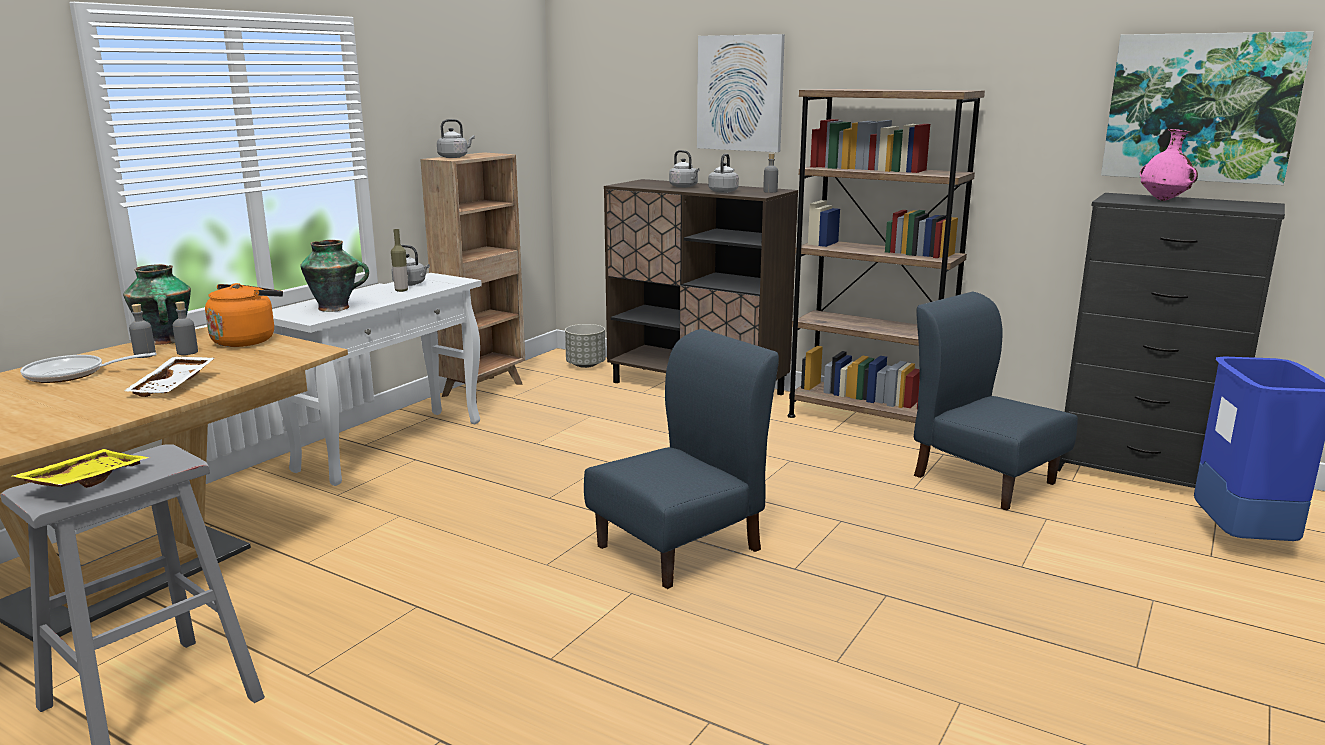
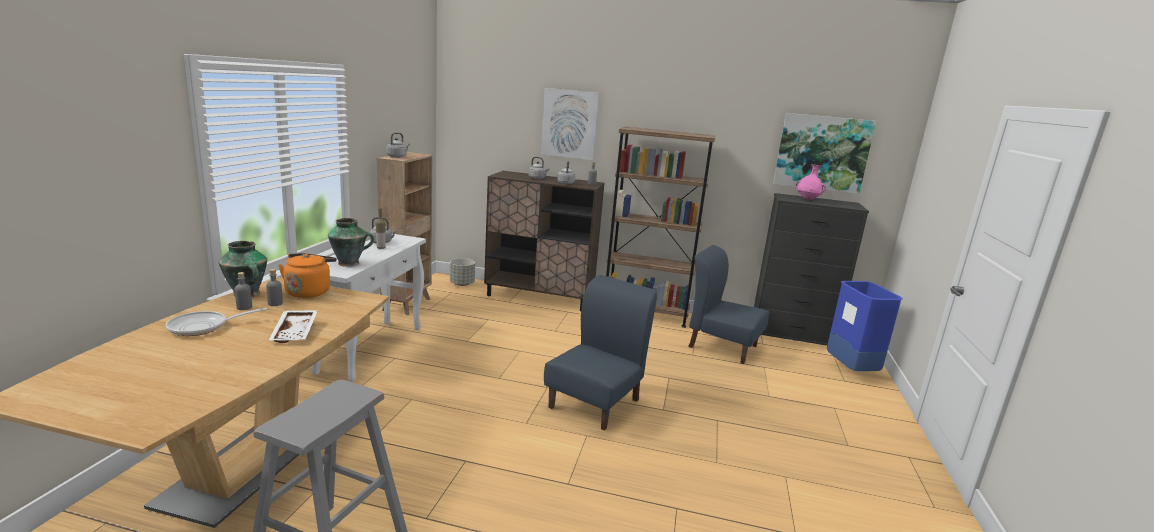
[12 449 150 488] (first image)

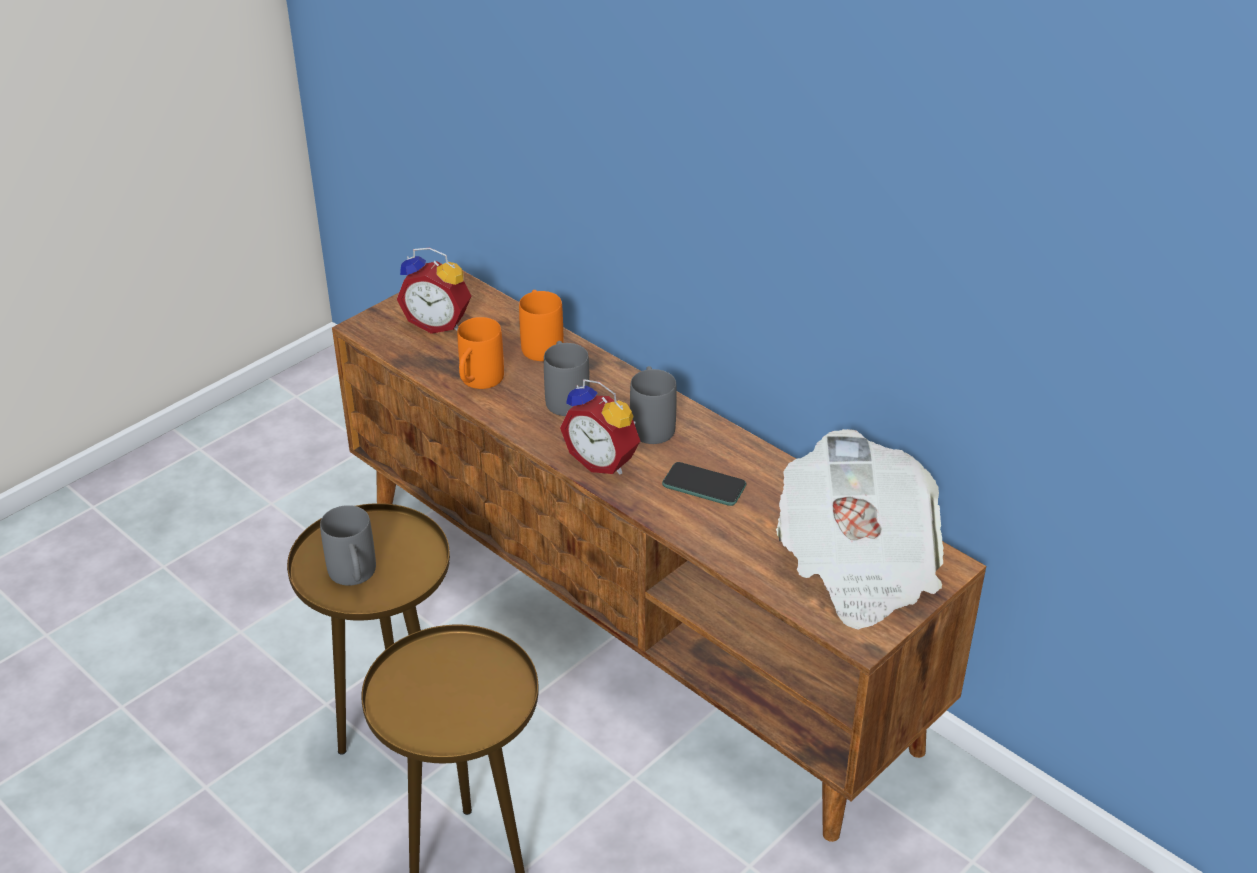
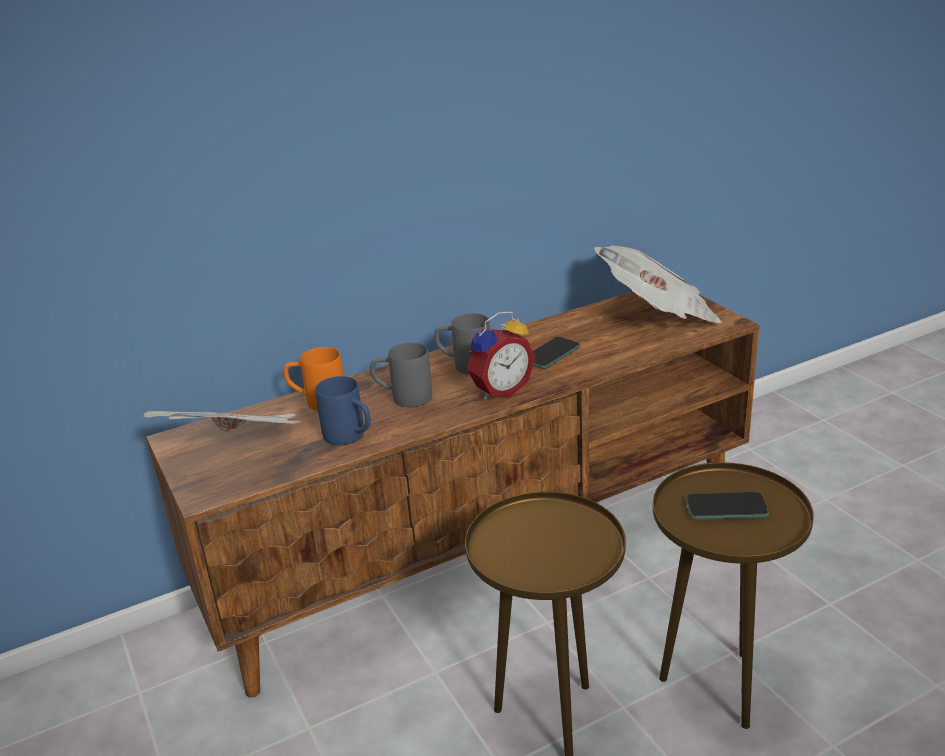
[143 411 300 432]
[315 376 371 445]
[320 505 376 586] (first image)
[685 492 769 520]

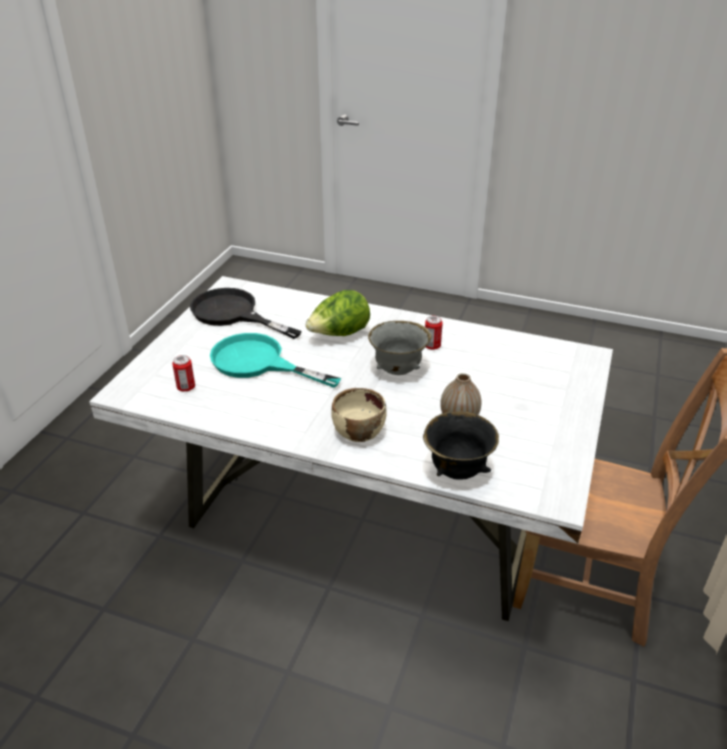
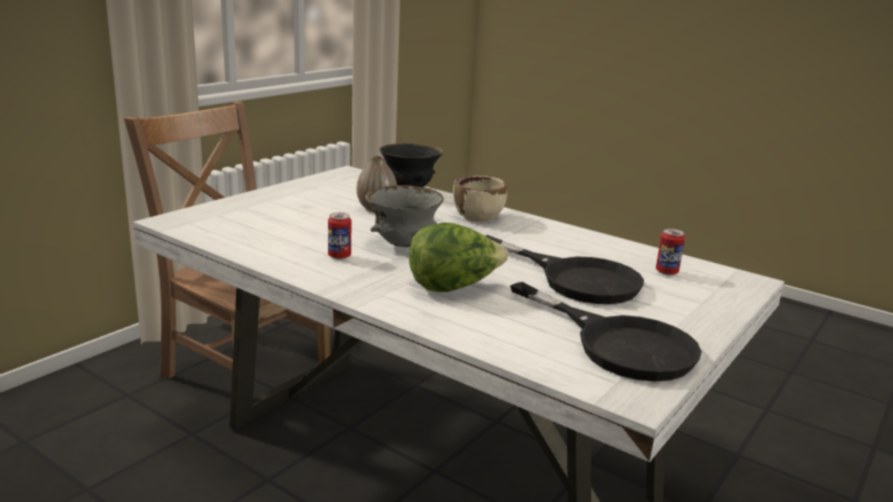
[486 235 644 304]

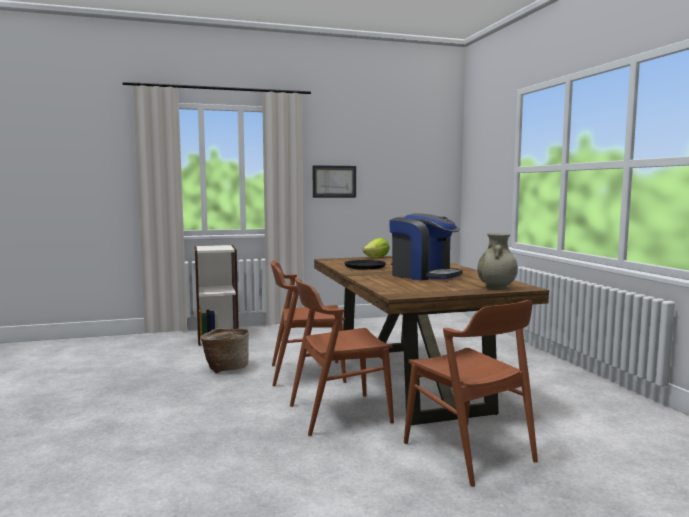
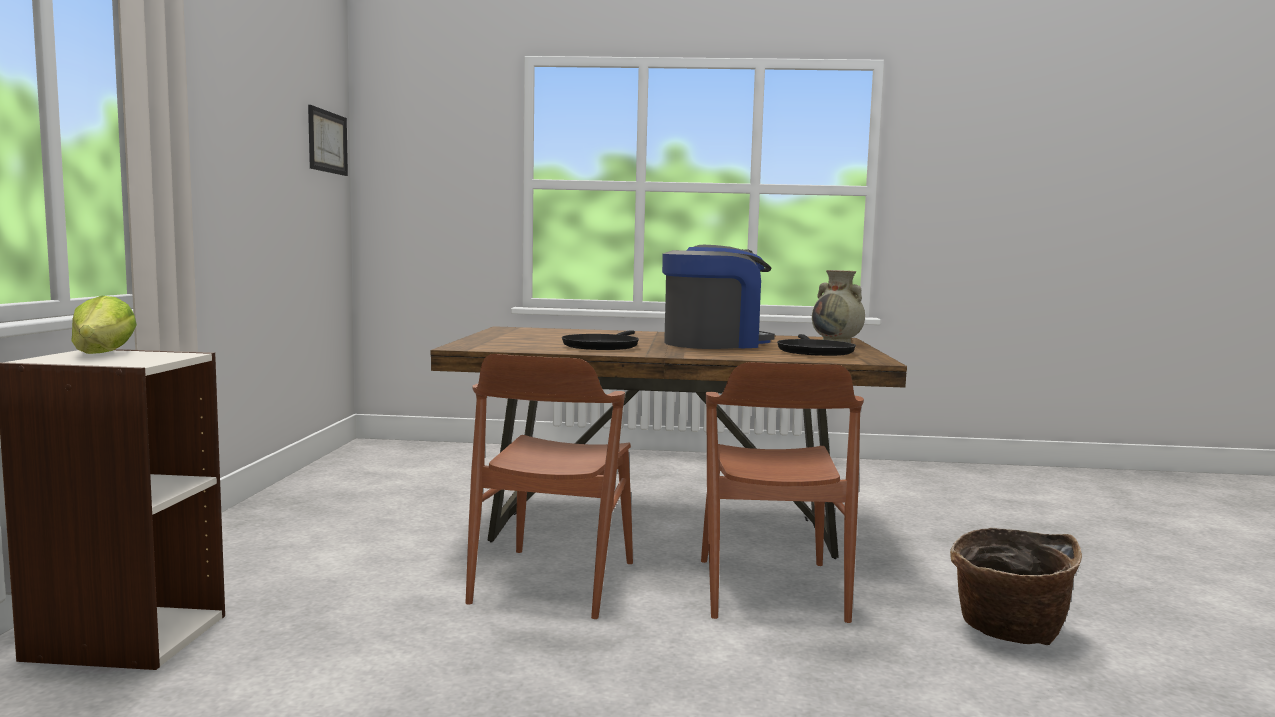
[308 105 348 176]
[71 296 137 354]
[404 300 538 487] (first image)
[950 528 1082 645]
[777 334 856 356]

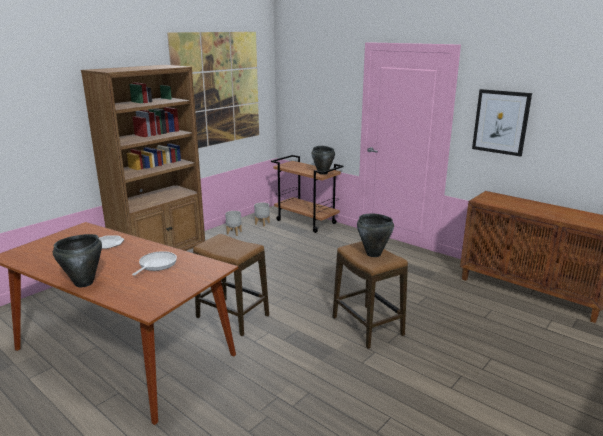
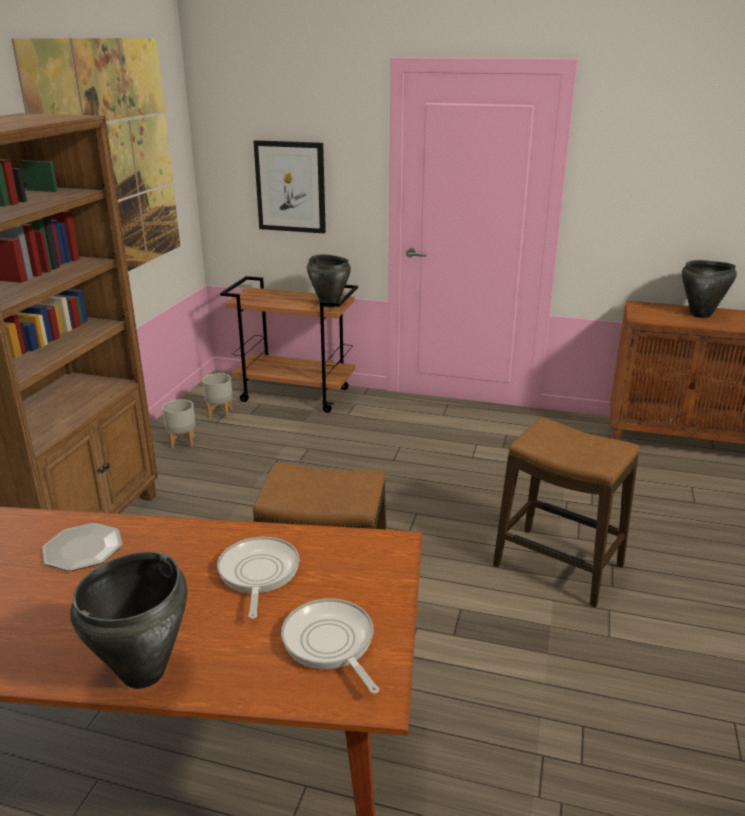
[254 140 326 233]
[682 260 737 318]
[281 598 379 694]

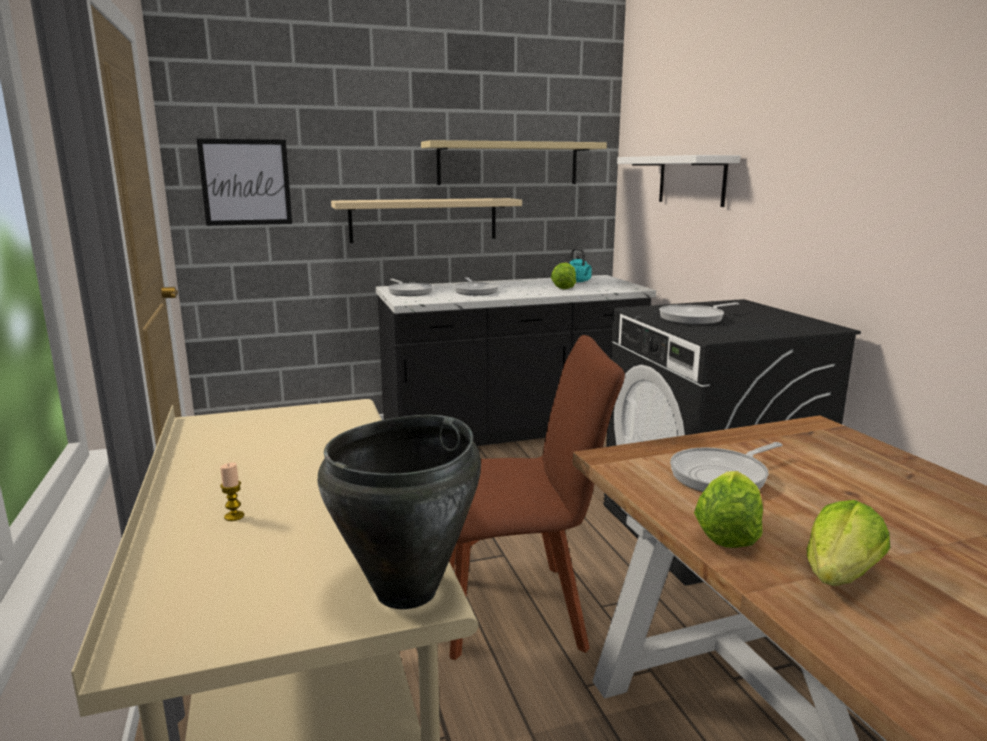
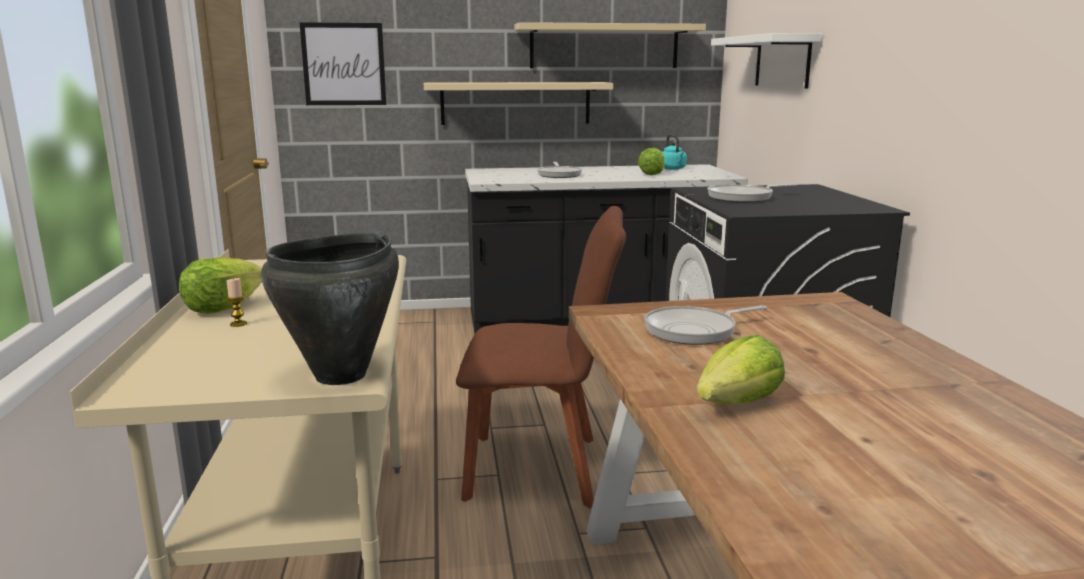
[388 279 433 296] (first image)
[179 257 262 314]

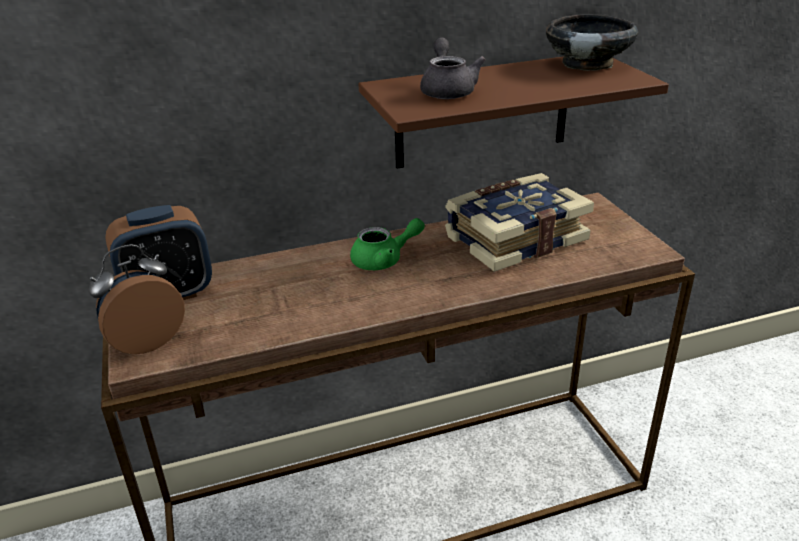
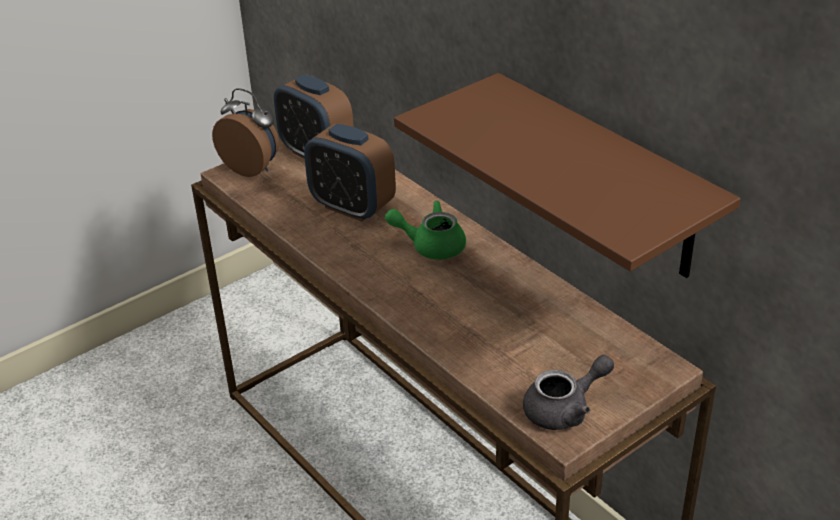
[546 14 638 71] (first image)
[523 355 614 430]
[445 173 594 272] (first image)
[385 201 466 259]
[304 123 396 222]

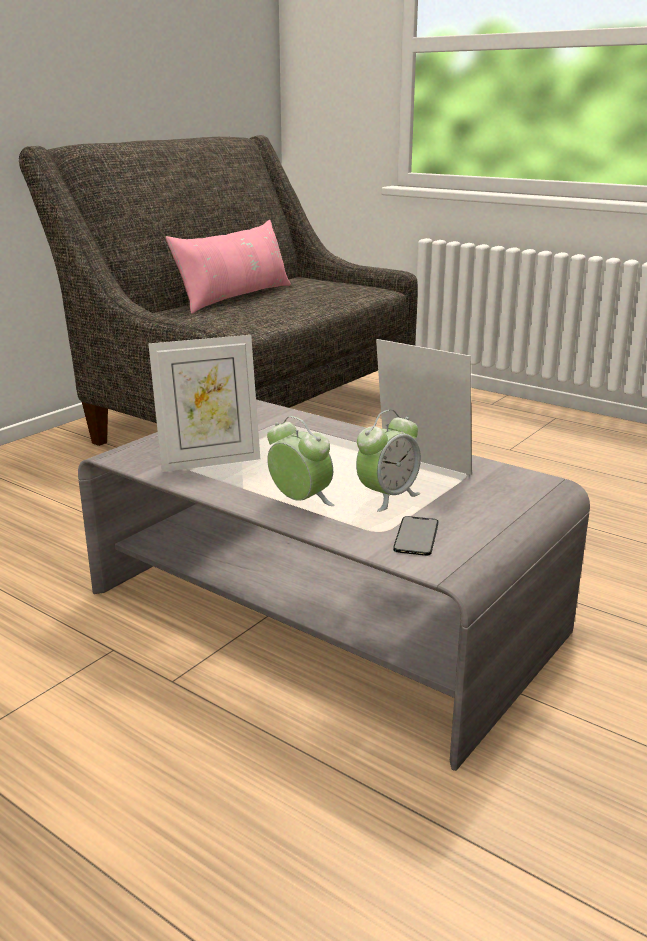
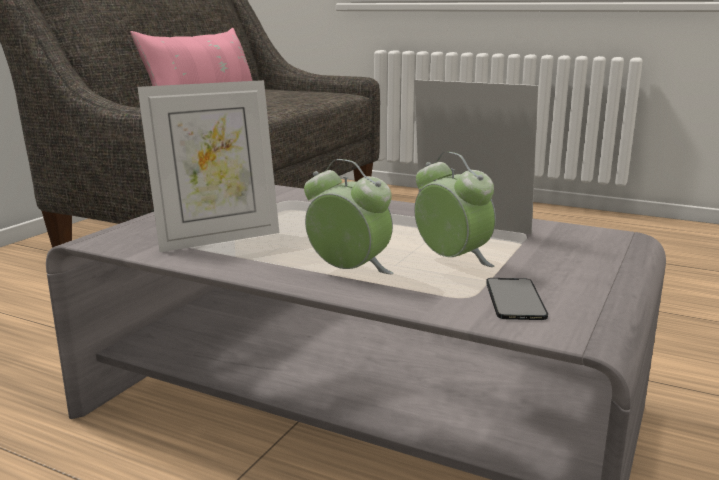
[414 152 496 267]

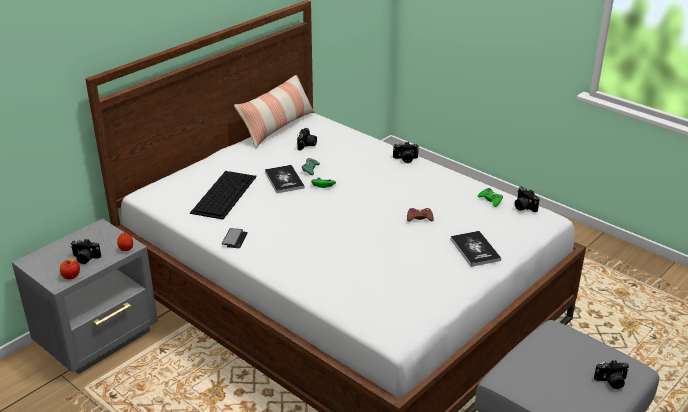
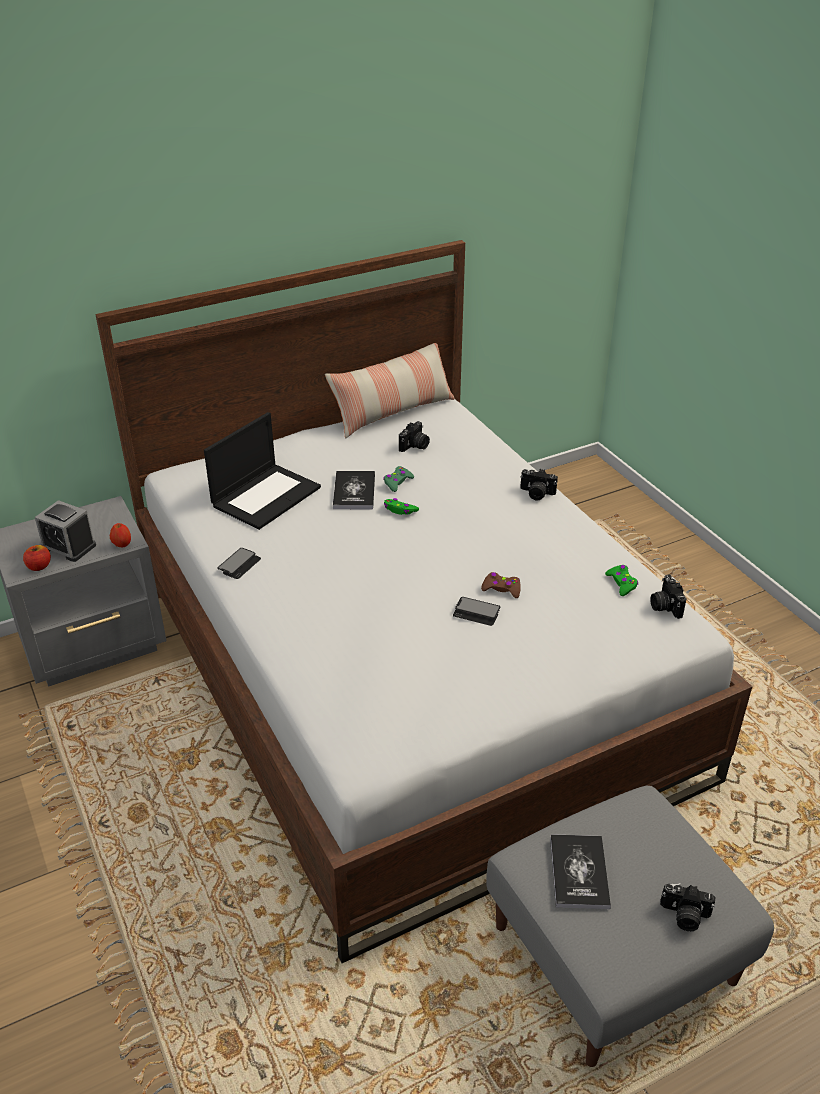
[204 412 321 530]
[550 834 611 909]
[35 500 96 562]
[453 597 500 626]

